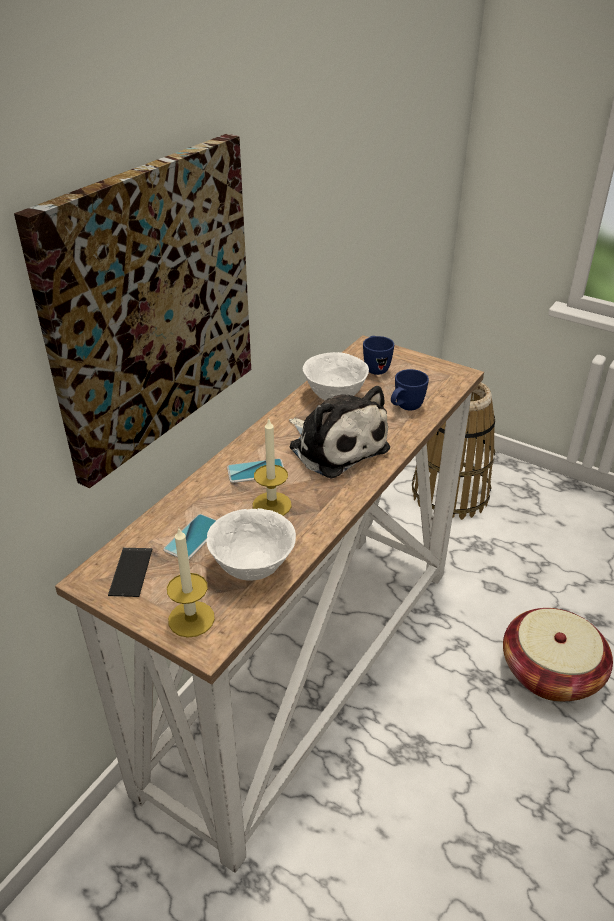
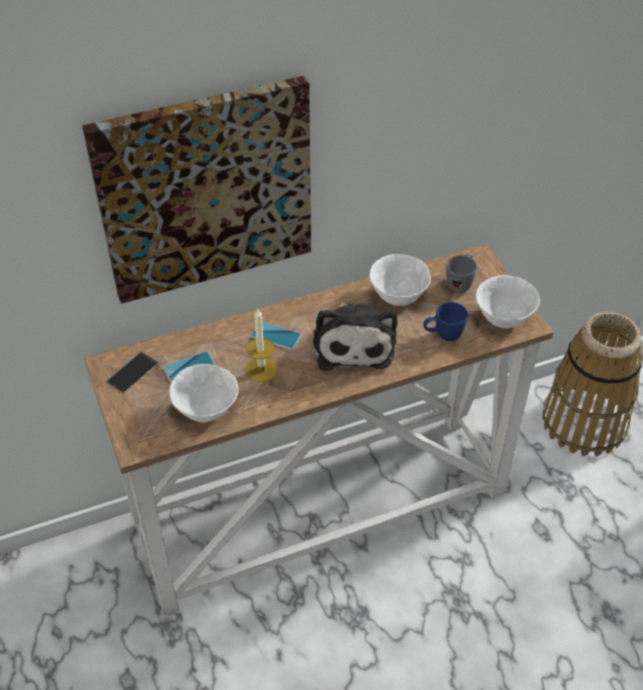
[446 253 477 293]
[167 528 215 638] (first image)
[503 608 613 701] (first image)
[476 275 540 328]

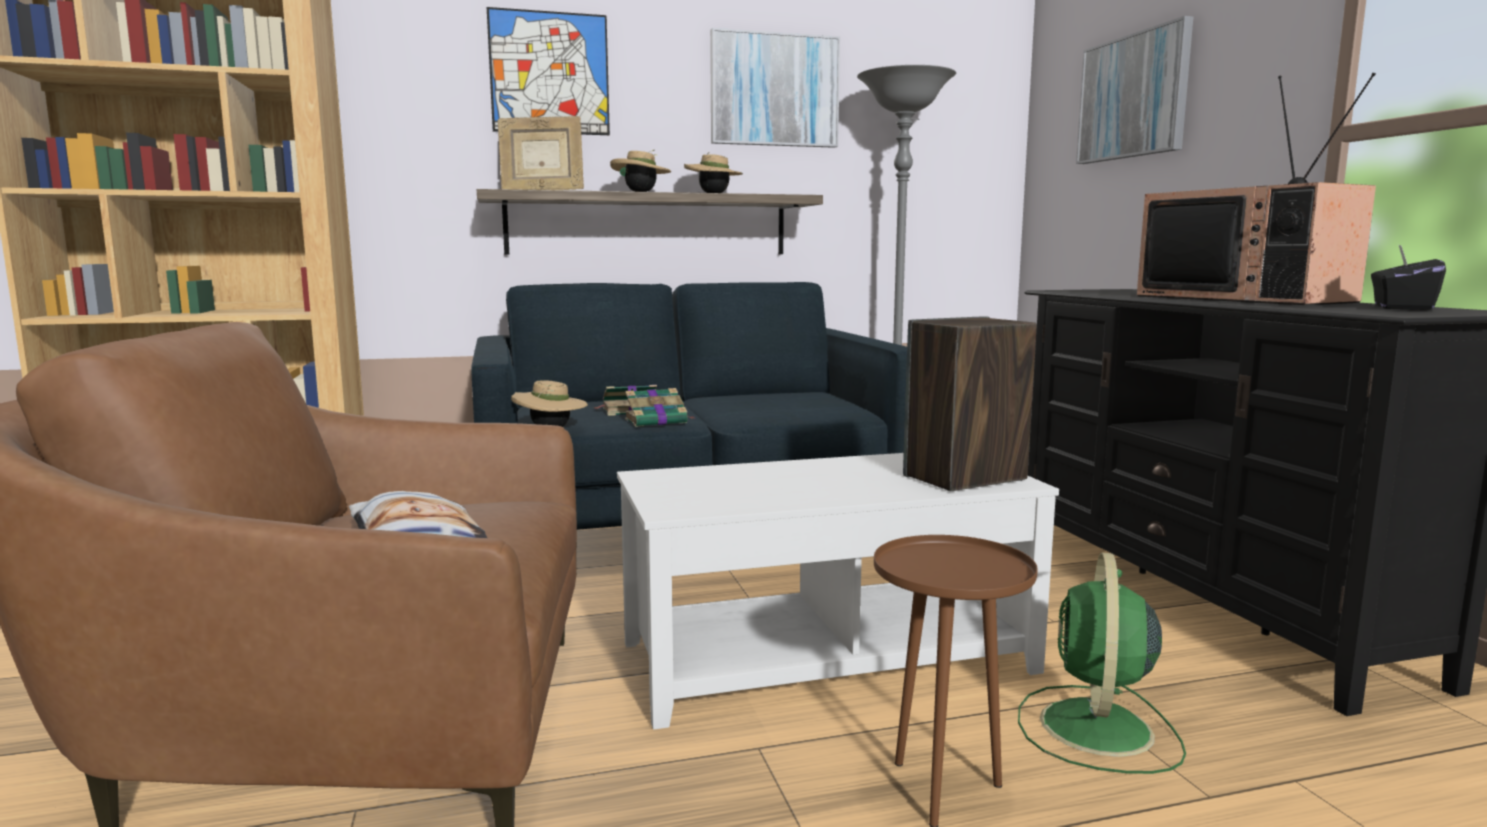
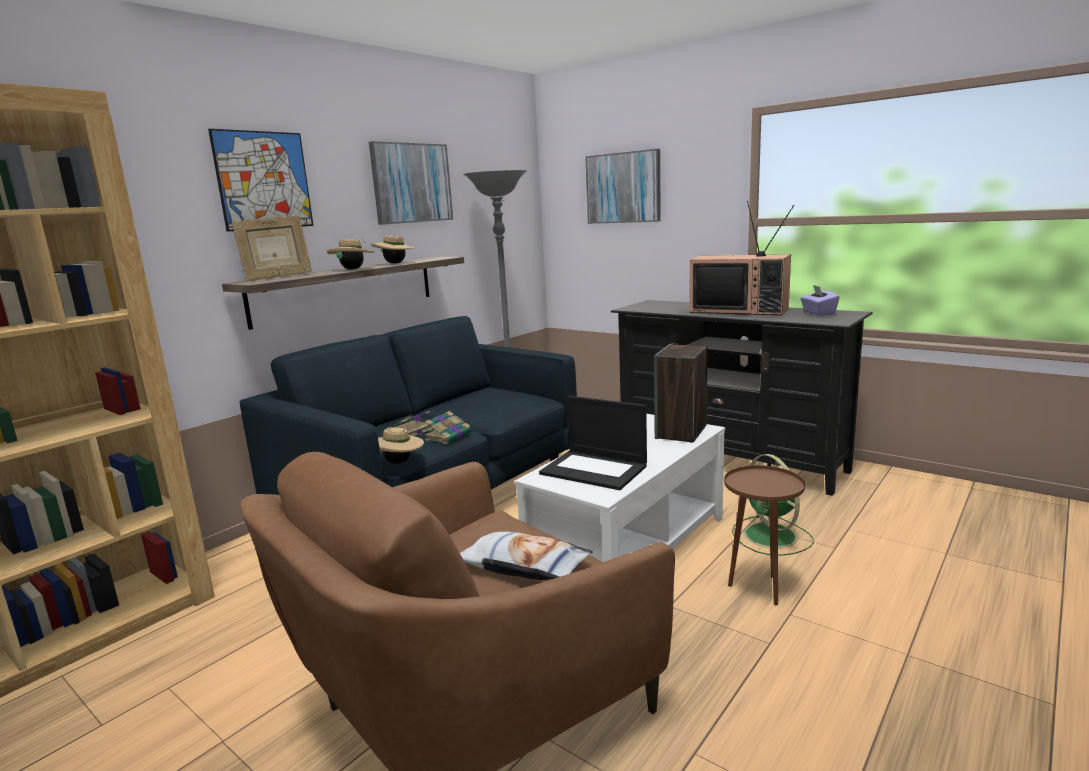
[800 285 839 316]
[539 396 647 490]

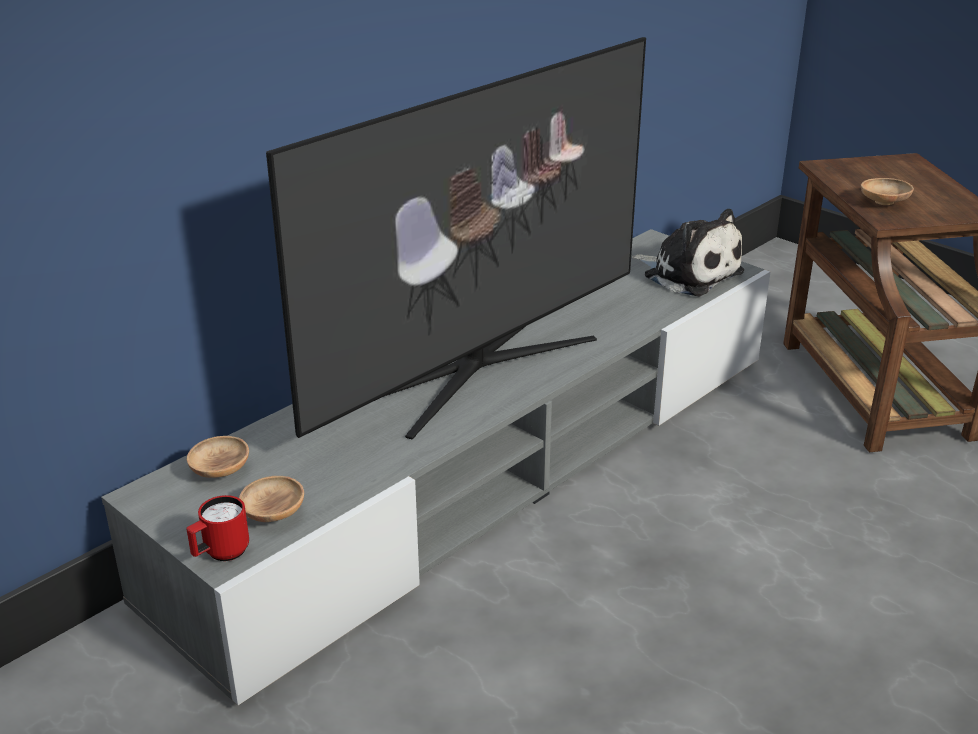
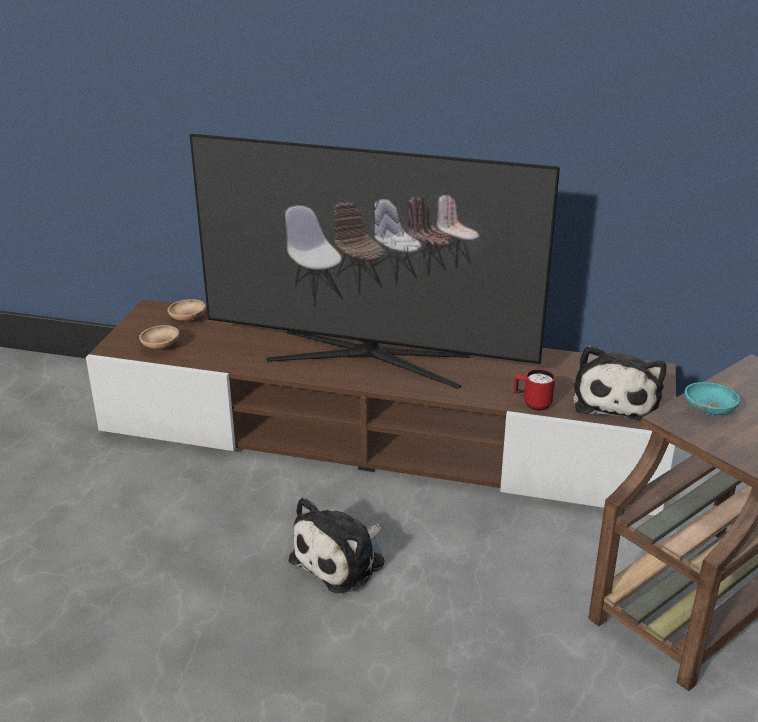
[685 382 740 415]
[86 299 676 516]
[514 369 555 411]
[288 497 385 593]

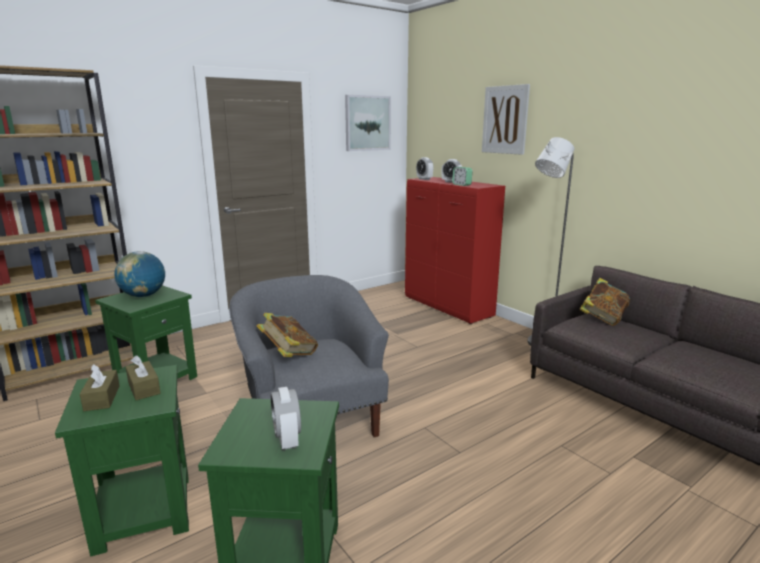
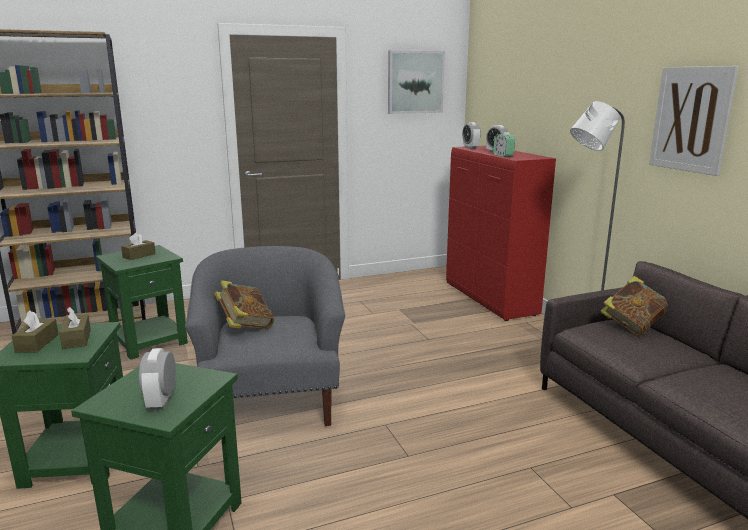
[649 66 739 176]
[121 232 156 260]

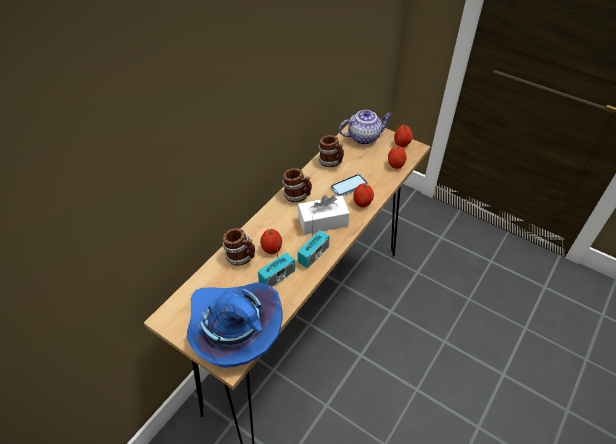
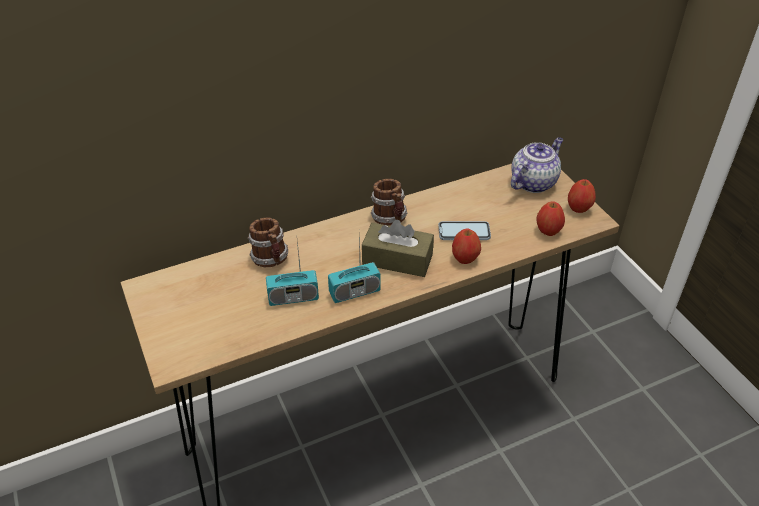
[511 137 563 193]
[318 135 344 167] (first image)
[362 220 434 277]
[260 229 282 254] (first image)
[186 282 282 368] (first image)

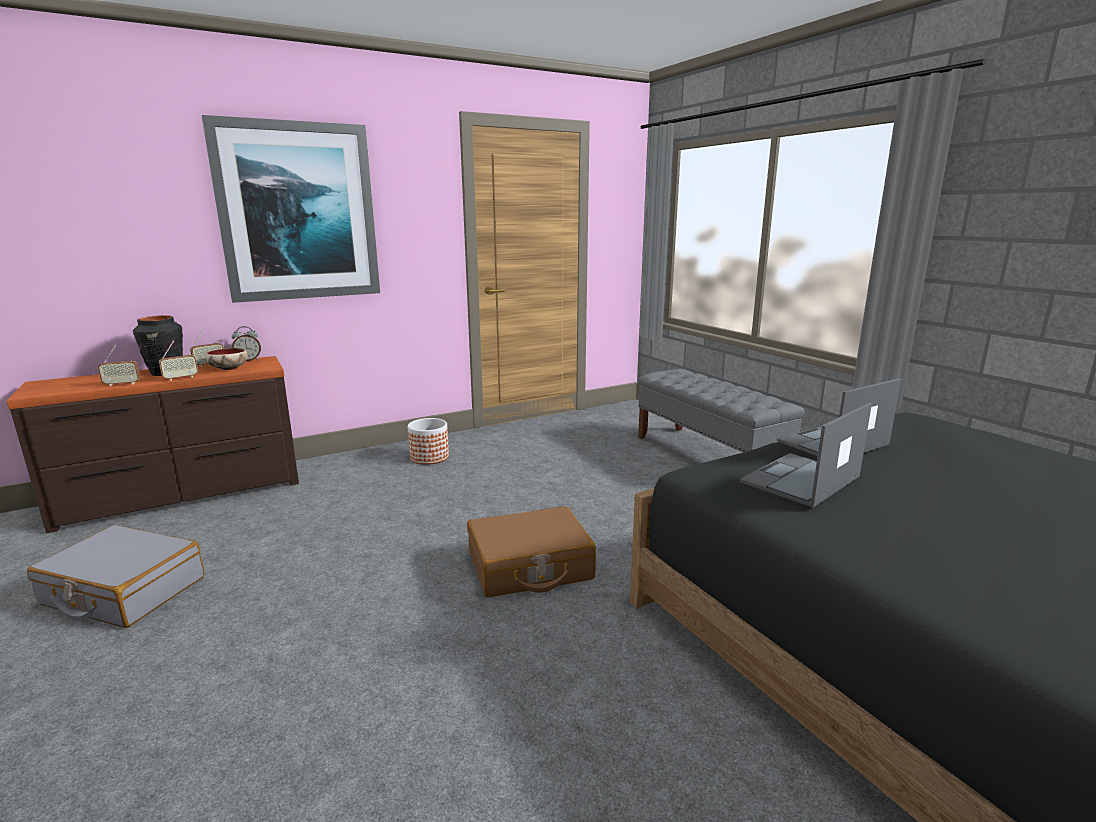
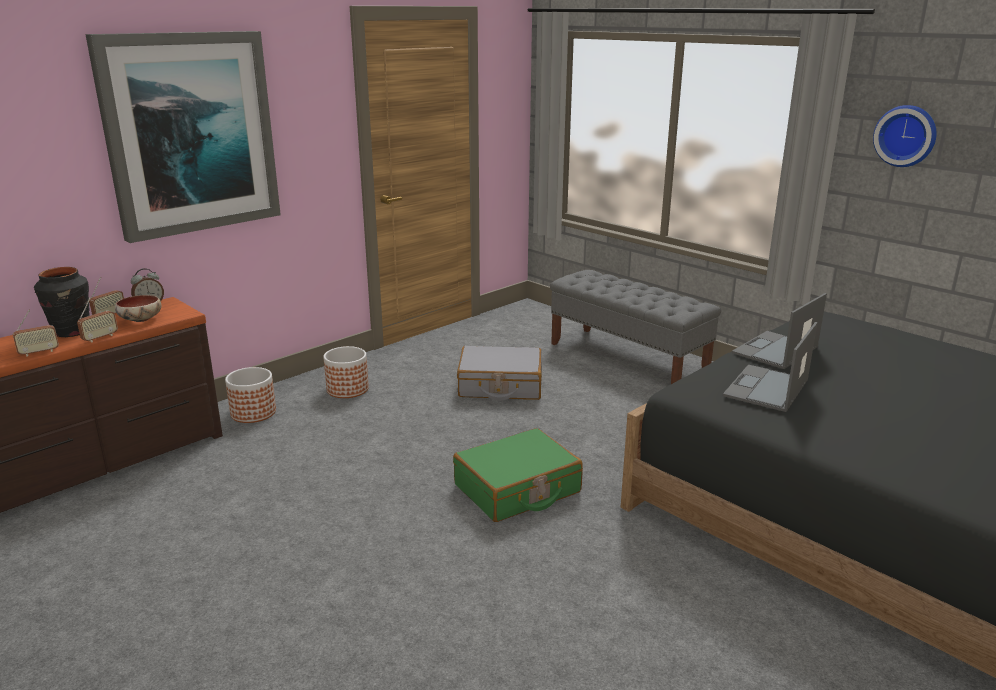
[453 428 583 522]
[457 346 542 401]
[873 105 937 167]
[225 367 276 423]

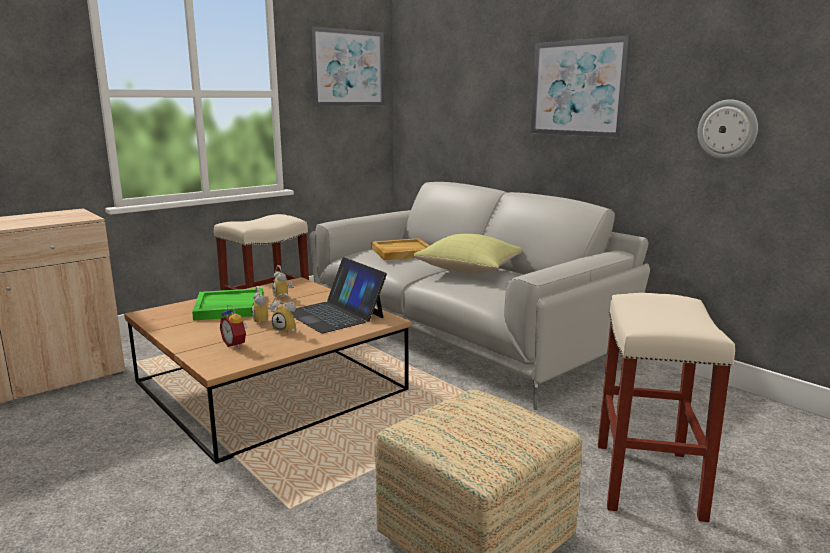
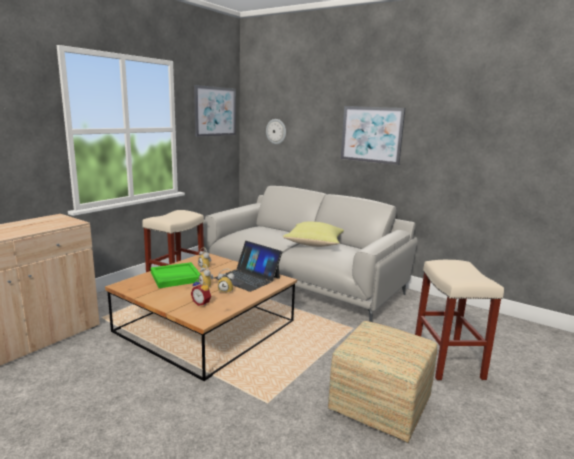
[266 119 286 144]
[371 238 430 260] (first image)

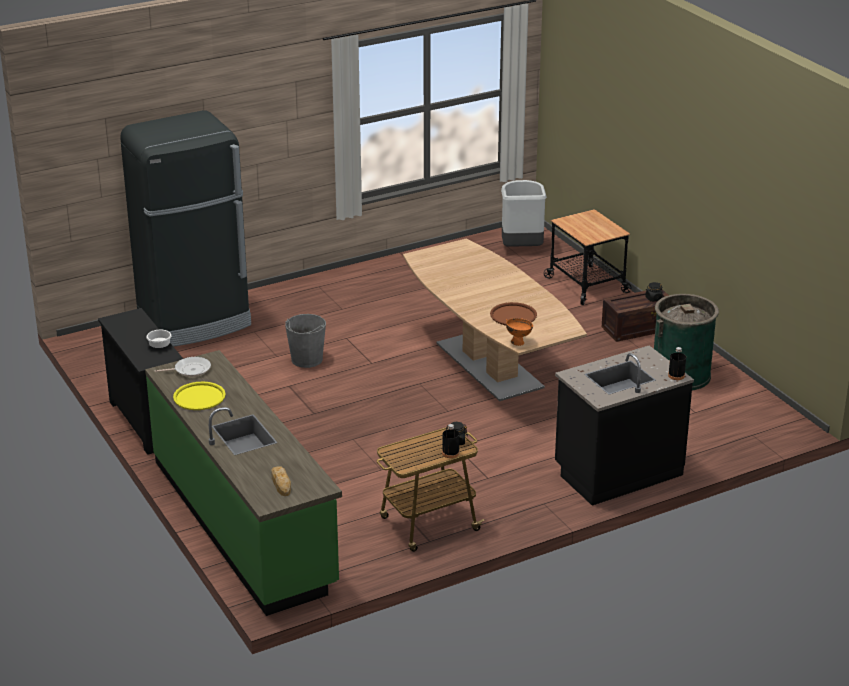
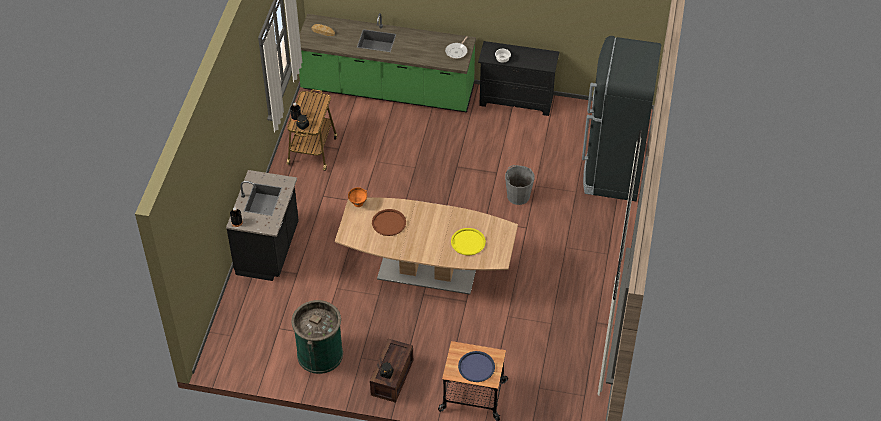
[501 180 547 247] (first image)
[451 228 486 255]
[458 351 495 382]

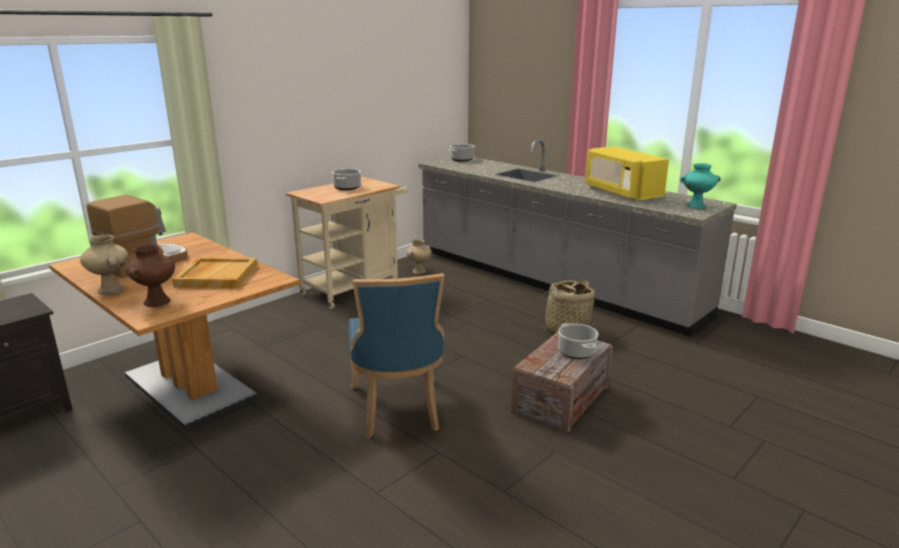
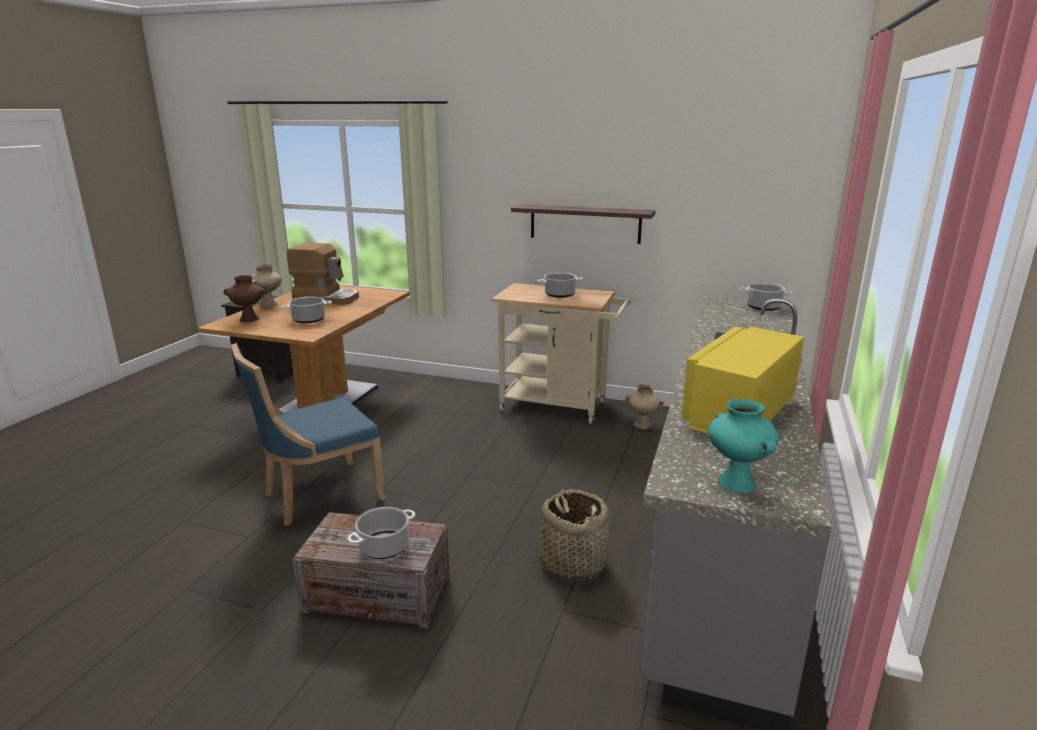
[281 296 332 323]
[511 204 656 244]

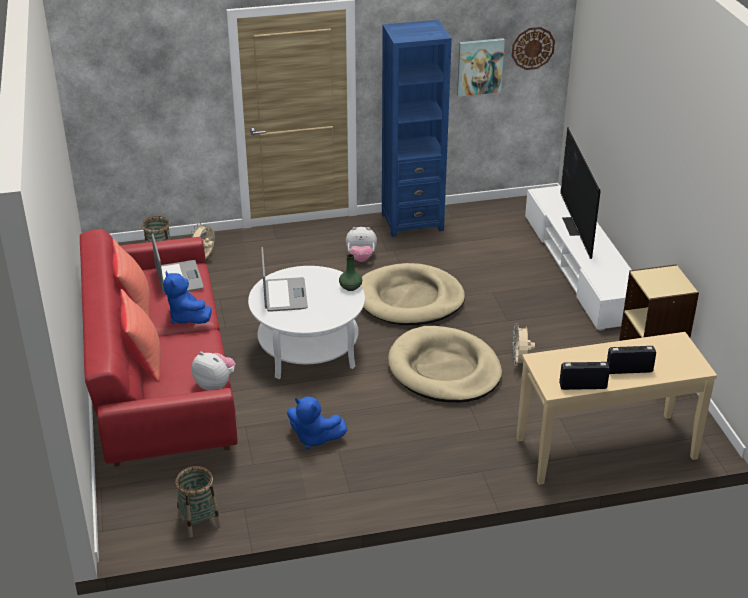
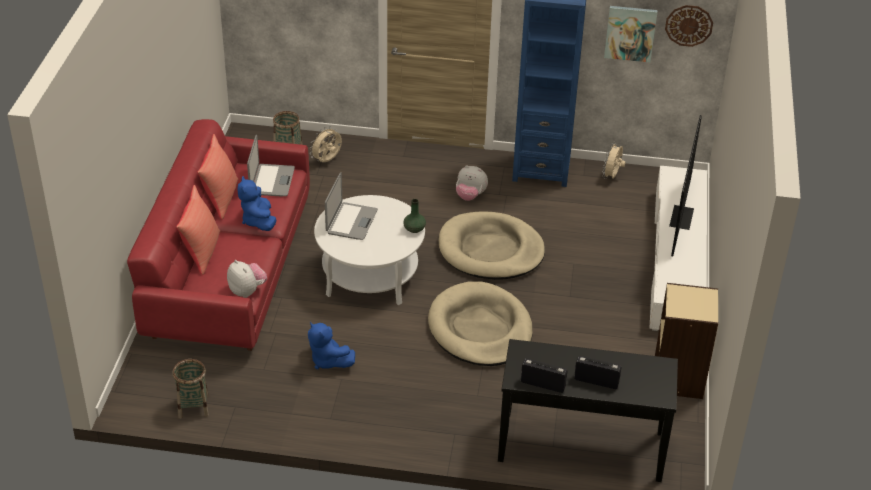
[602 142 626 179]
[498 339 678 482]

